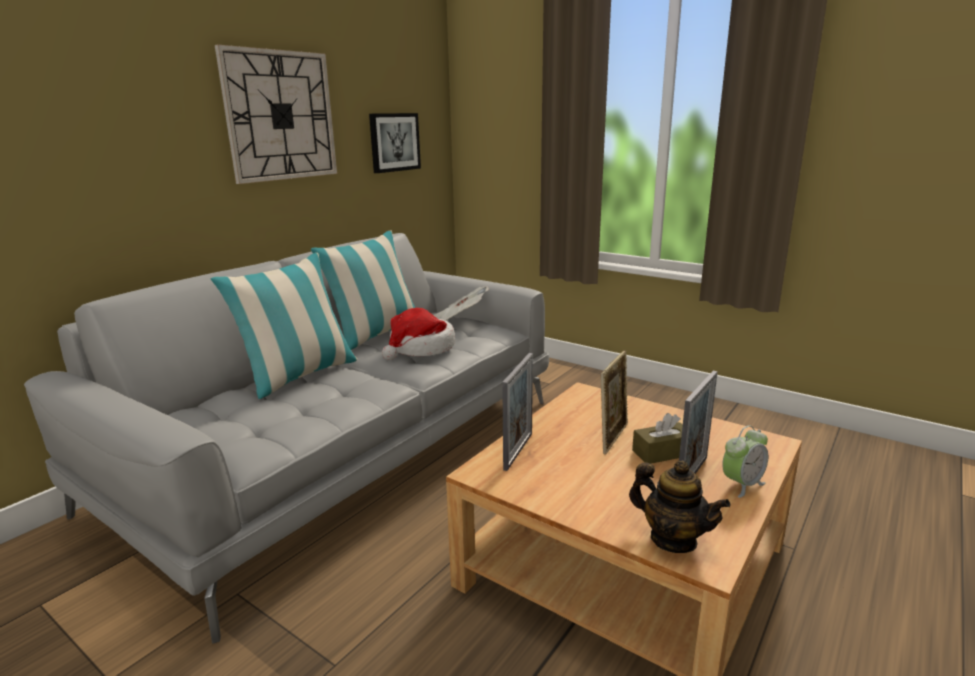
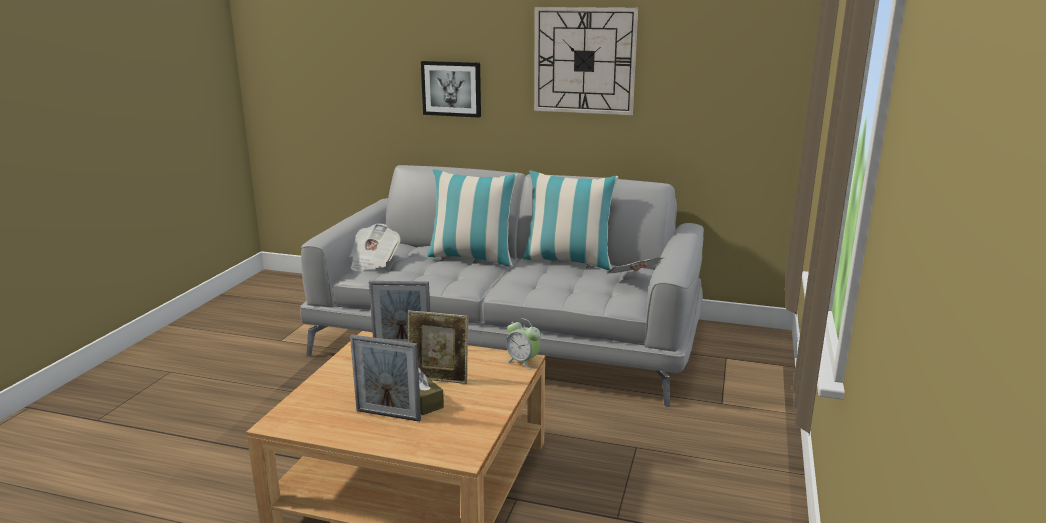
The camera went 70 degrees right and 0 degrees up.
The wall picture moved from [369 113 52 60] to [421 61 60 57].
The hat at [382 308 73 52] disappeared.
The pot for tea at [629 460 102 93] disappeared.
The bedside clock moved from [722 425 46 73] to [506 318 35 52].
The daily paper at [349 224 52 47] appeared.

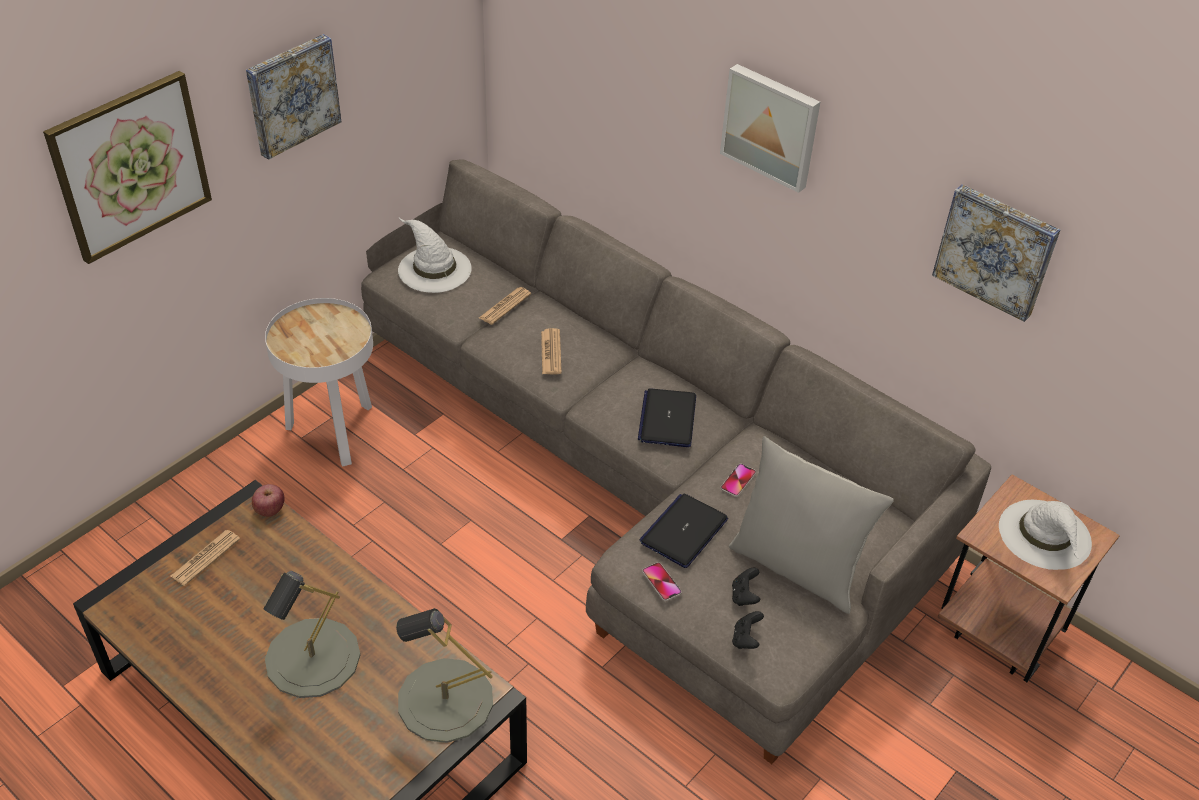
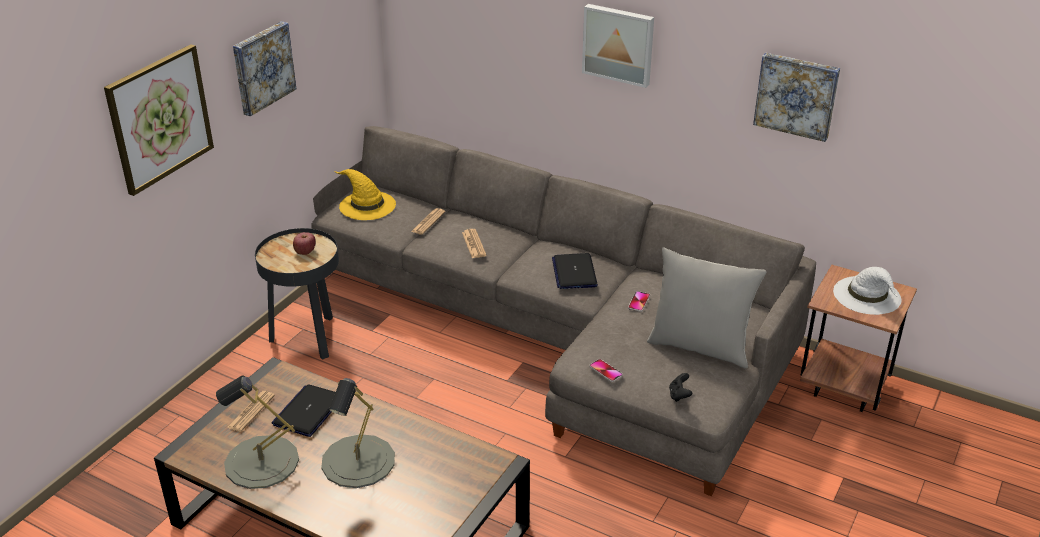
The camera went 10 degrees left and 10 degrees down.
The whole apple moved from [252 484 33 33] to [293 232 23 23].
The whitish end table at [265 298 108 169] became the blackish end table at [255 228 84 132].
The gray lamp for a table moved from [396 608 97 135] to [216 375 83 114].
The whitish hat at [398 218 74 75] became the yellowish hat at [334 169 62 51].
The portable computer moved from [639 494 89 74] to [271 384 65 53].
The blackish gamepad at [732 568 28 38] disappeared.

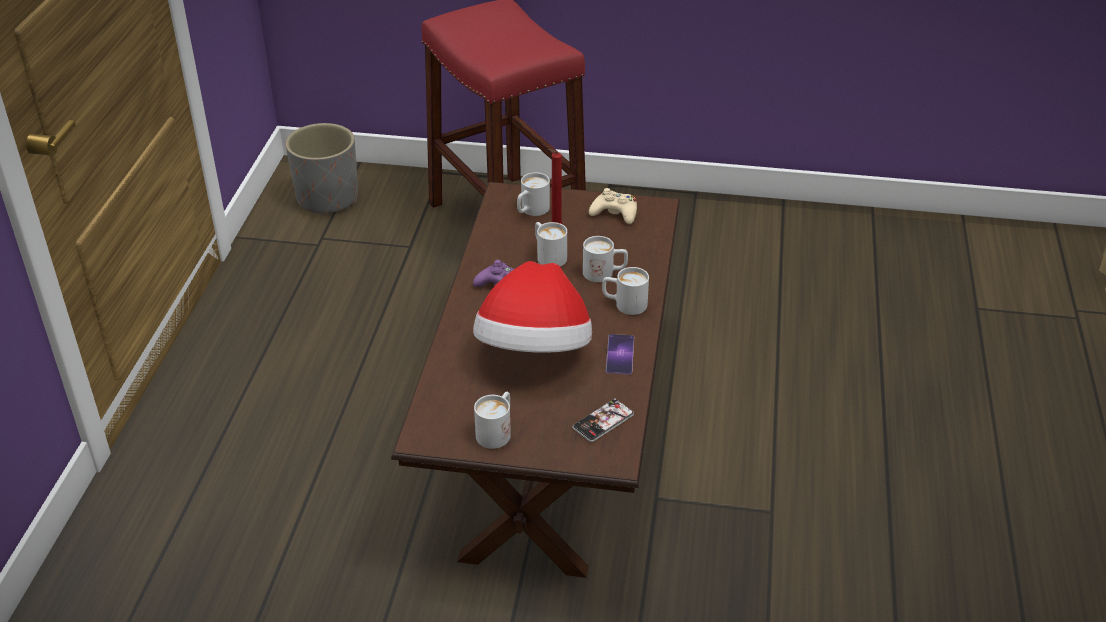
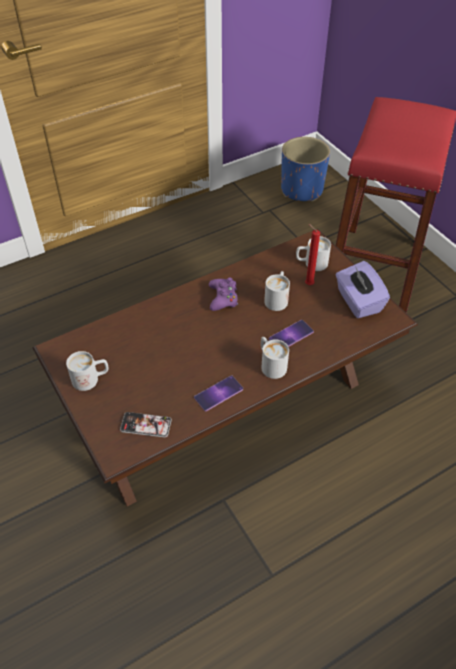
The camera went 50 degrees right and 10 degrees up.
The gray plant pot at [285 123 73 93] became the blue plant pot at [281 137 49 65].
The hat at [473 261 119 92] disappeared.
The whitish coffee mug at [583 236 45 46] was replaced by the handset at [269 320 45 27].
The beige gamepad at [589 188 48 36] was replaced by the purple-coloured box of tissues at [336 261 54 57].

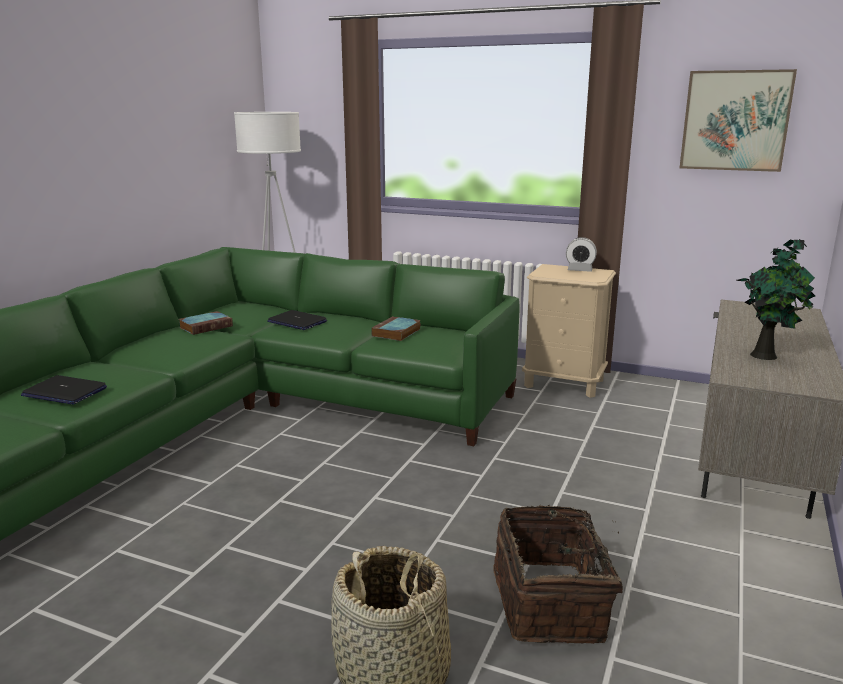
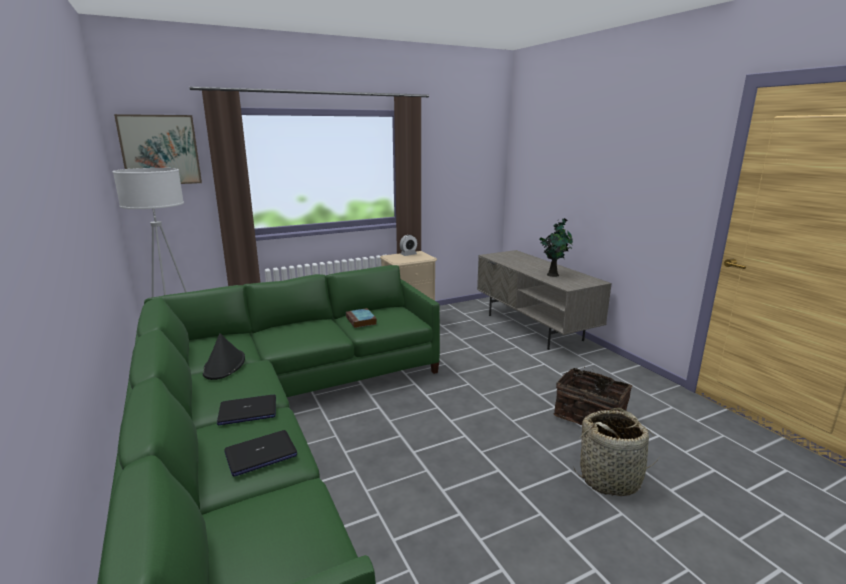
The camera went 50 degrees left and 0 degrees up.
The bound book at [179 311 54 24] was replaced by the blackish hat at [202 333 43 47].
The portable computer moved from [267 310 60 20] to [217 395 59 30].
The wall picture moved from [680 69 117 103] to [114 114 88 70].

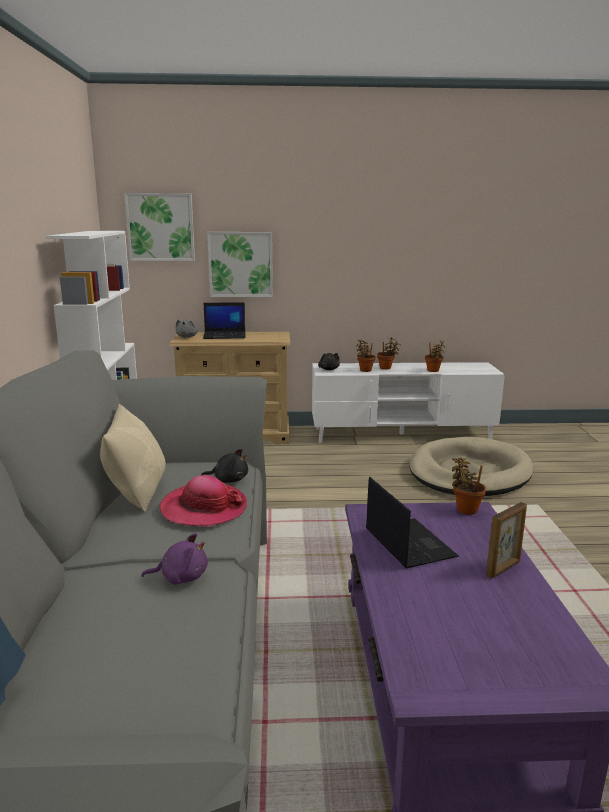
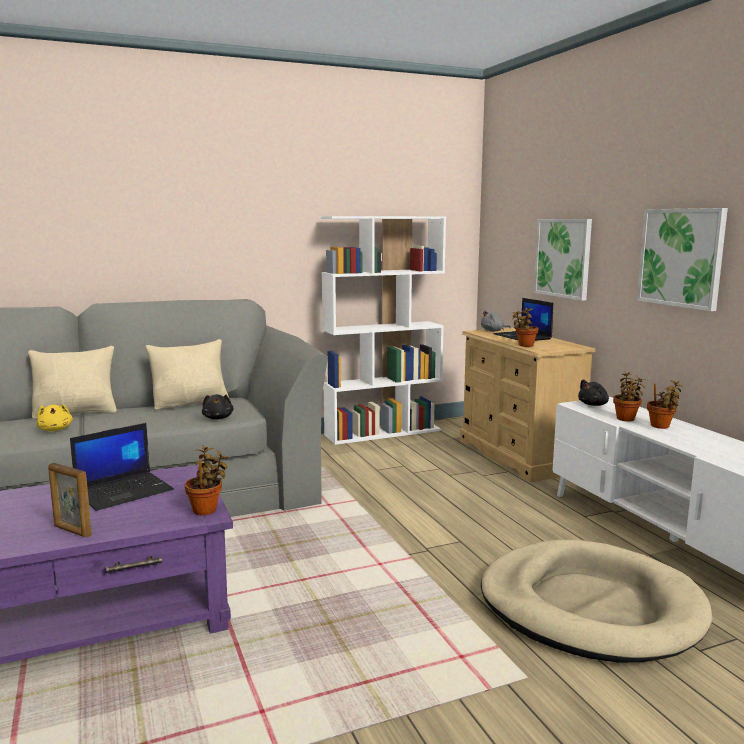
The camera went 70 degrees right and 5 degrees down.
The wall picture moved from [124 193 71 68] to [637 208 91 103].
The purple-coloured cuddly toy at [142 533 66 52] became the yellowish cuddly toy at [36 404 37 27].
The hat at [160 475 87 52] disappeared.
The potted plant moved from [425 341 20 31] to [512 308 26 39].
The beige pillow at [28 346 89 73] appeared.

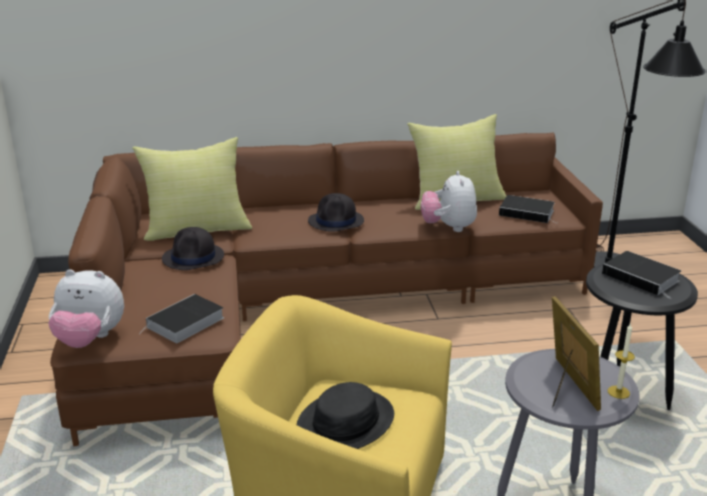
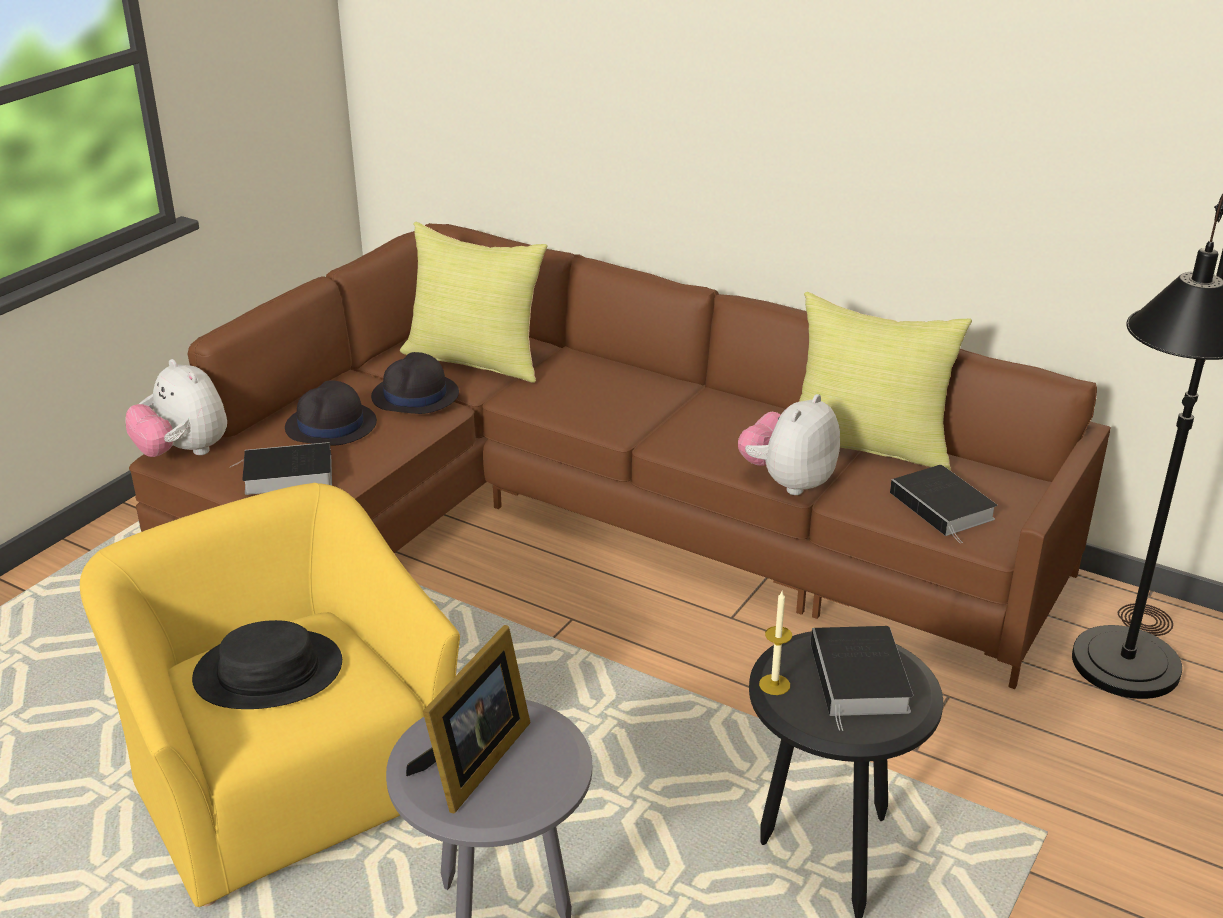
The camera went 40 degrees right and 5 degrees up.
The blackish hat moved from [308 193 56 39] to [285 380 92 65].
The candle moved from [608 323 27 76] to [759 591 33 104].

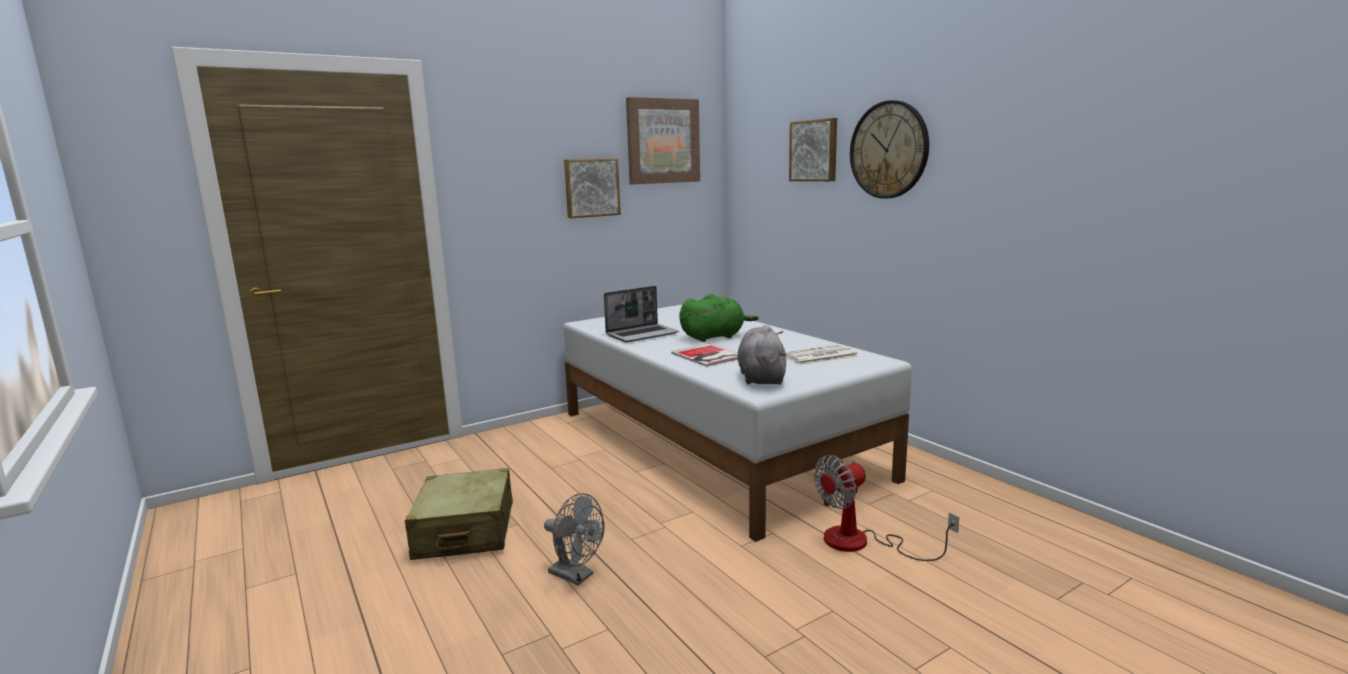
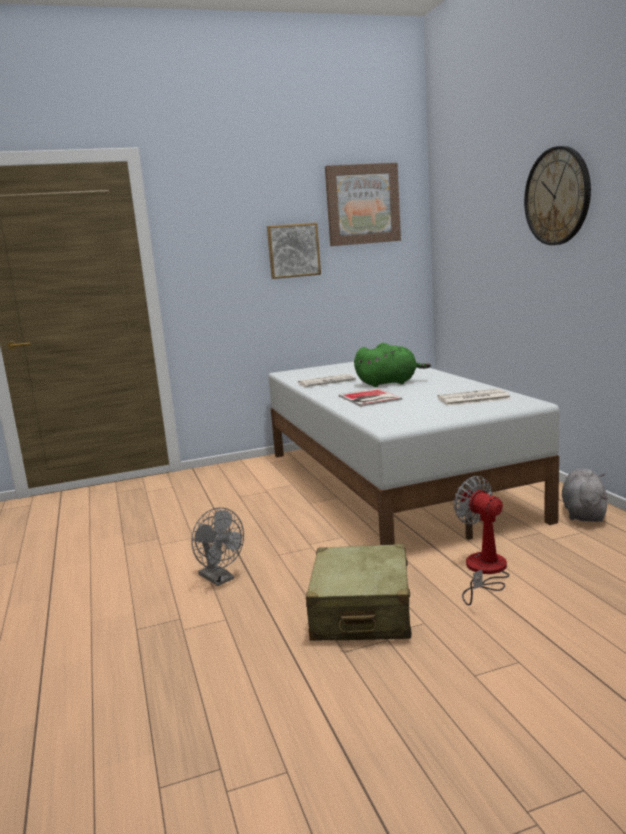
The camera went 15 degrees right and 0 degrees up.
The beige piece of luggage moved from [405 468 108 92] to [306 544 105 97].
The portable computer at [604 286 75 56] was replaced by the daily paper at [298 374 58 13].
The gray cuddly toy moved from [737 325 49 60] to [562 469 46 53].
The wall picture at [789 118 48 63] disappeared.
The fan at [814 455 145 106] turned 75 degrees clockwise.

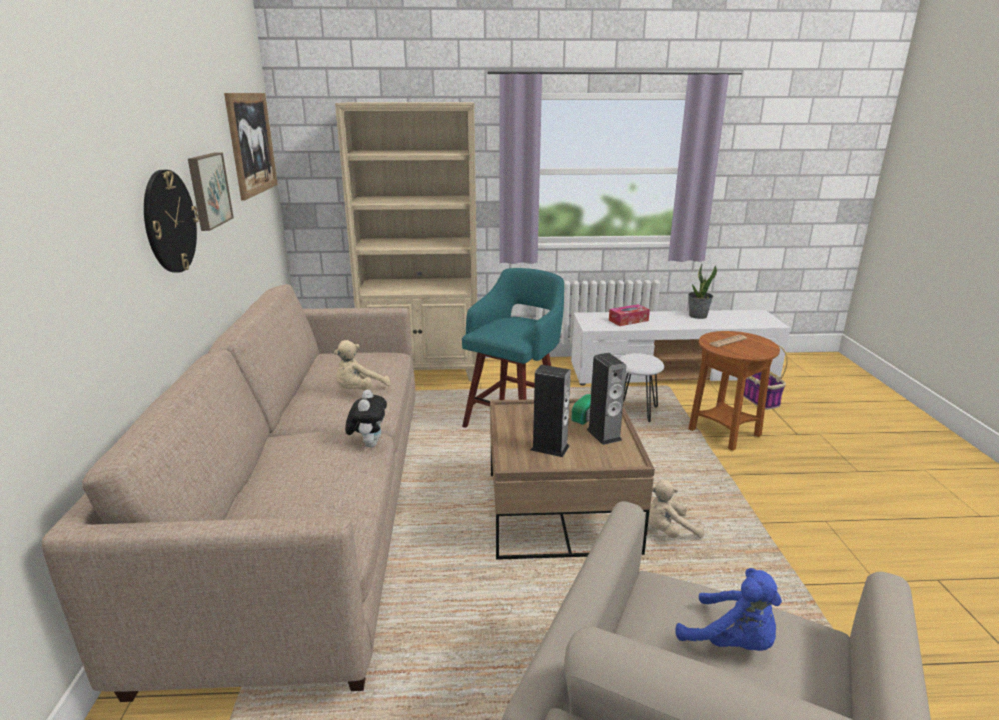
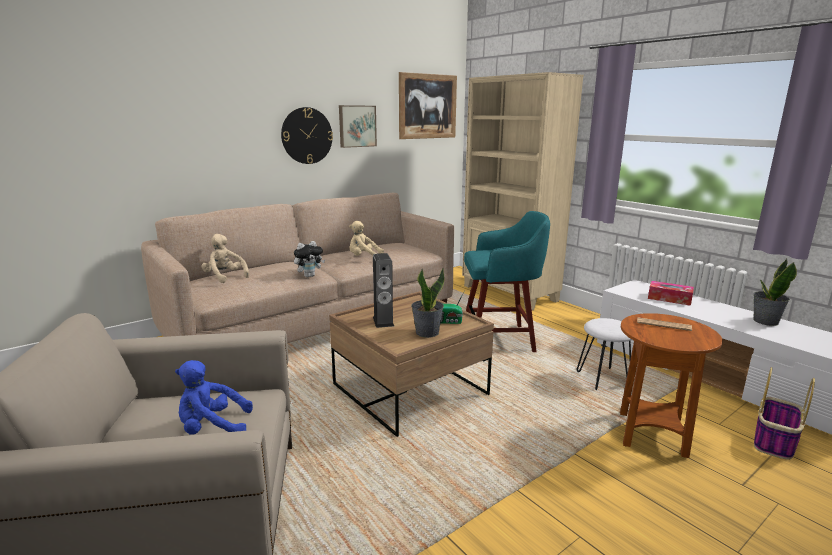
The camera went 55 degrees right and 5 degrees down.
The loudspeaker at [587 353 39 92] was replaced by the potted plant at [411 268 33 70].
The beige cuddly toy moved from [648 479 56 59] to [201 234 48 49].
The blue cuddly toy at [675 568 107 83] turned 75 degrees clockwise.

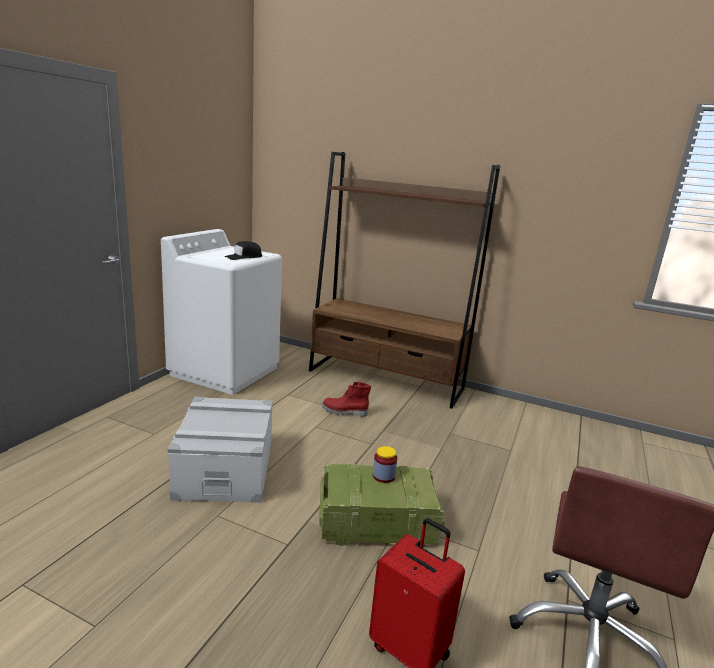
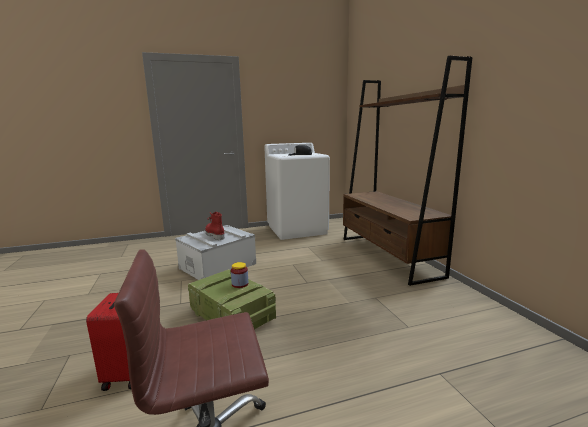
The camera went 50 degrees right and 5 degrees down.
The red high-top boot moved from [322 382 49 35] to [205 212 20 28].

